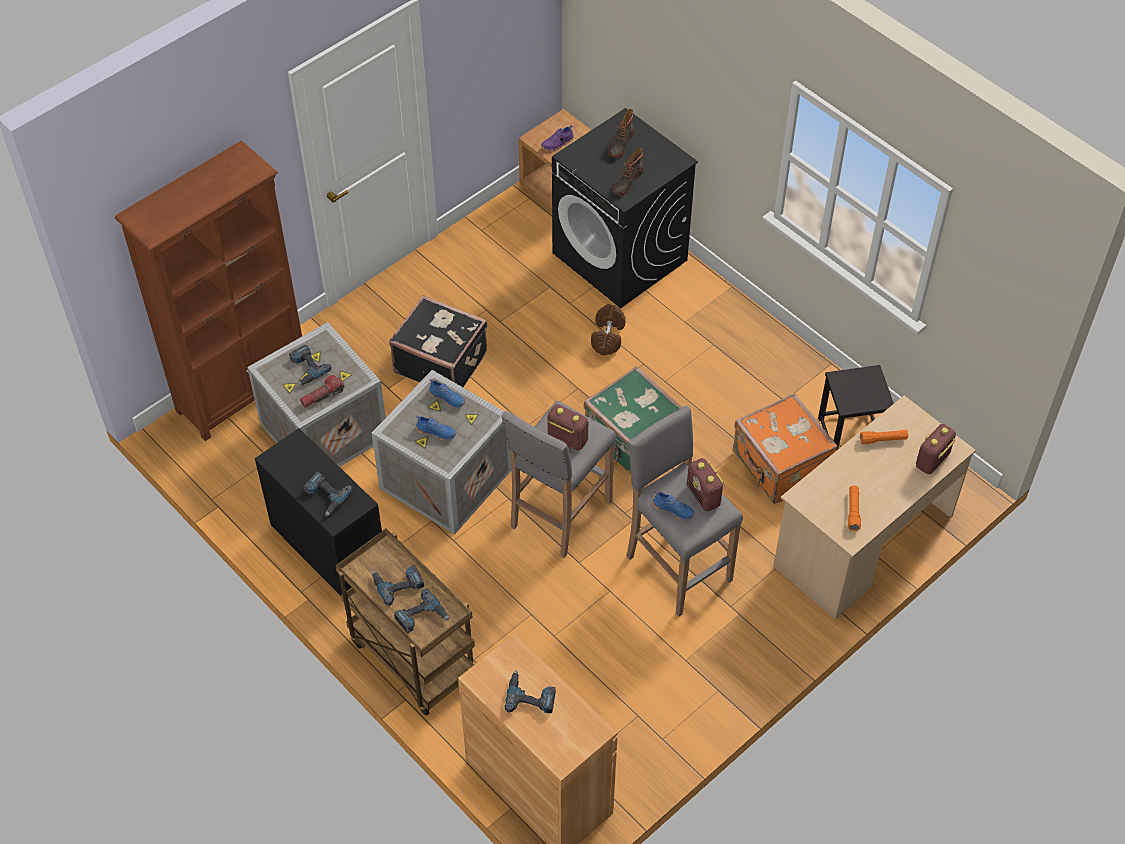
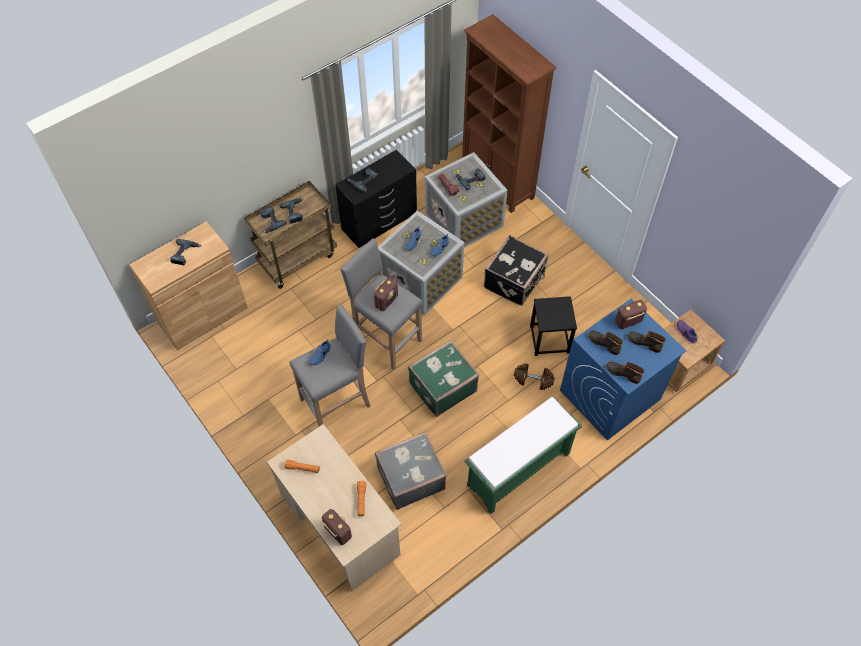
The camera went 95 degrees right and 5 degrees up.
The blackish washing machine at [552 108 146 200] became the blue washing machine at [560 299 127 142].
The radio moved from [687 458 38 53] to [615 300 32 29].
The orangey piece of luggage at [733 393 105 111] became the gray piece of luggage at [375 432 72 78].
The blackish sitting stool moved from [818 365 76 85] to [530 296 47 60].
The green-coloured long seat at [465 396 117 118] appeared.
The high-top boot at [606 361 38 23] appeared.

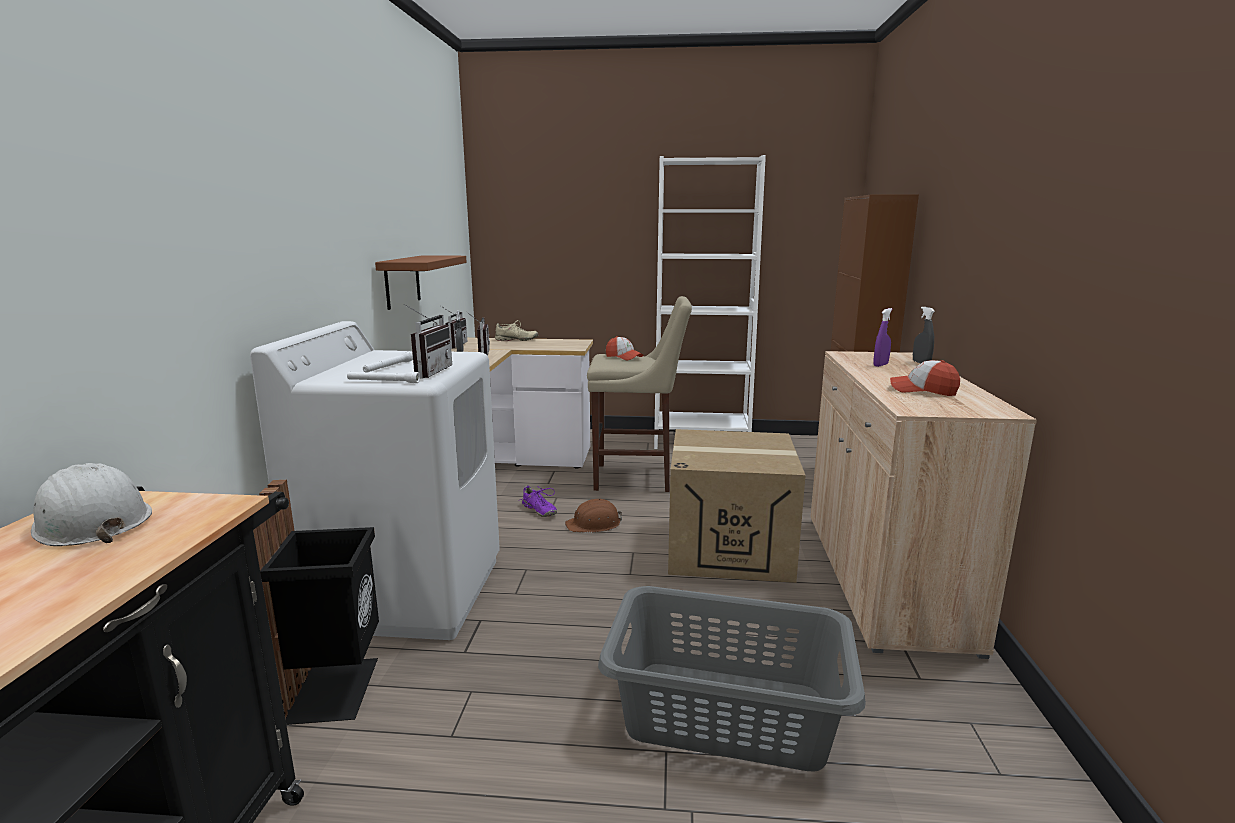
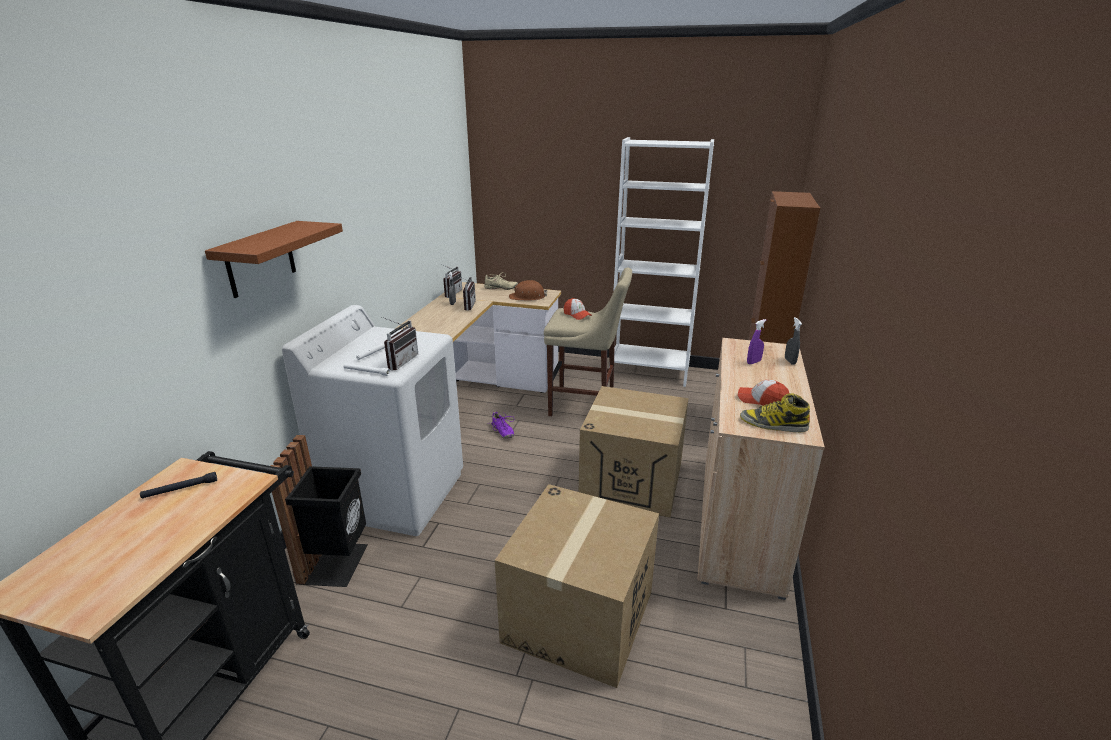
The camera went 10 degrees right and 10 degrees up.
The whitish safety helmet at [31 463 121 83] was replaced by the blackish flashlight at [140 472 77 27].
The brown-coloured bracket shelf moved from [375 255 92 55] to [205 221 138 77].
The brown-coloured safety helmet moved from [565 499 57 33] to [509 280 38 21].
The gray hamper at [598 586 268 185] was replaced by the cardboard box at [495 484 164 204].
The high-top boot at [740 393 70 39] appeared.

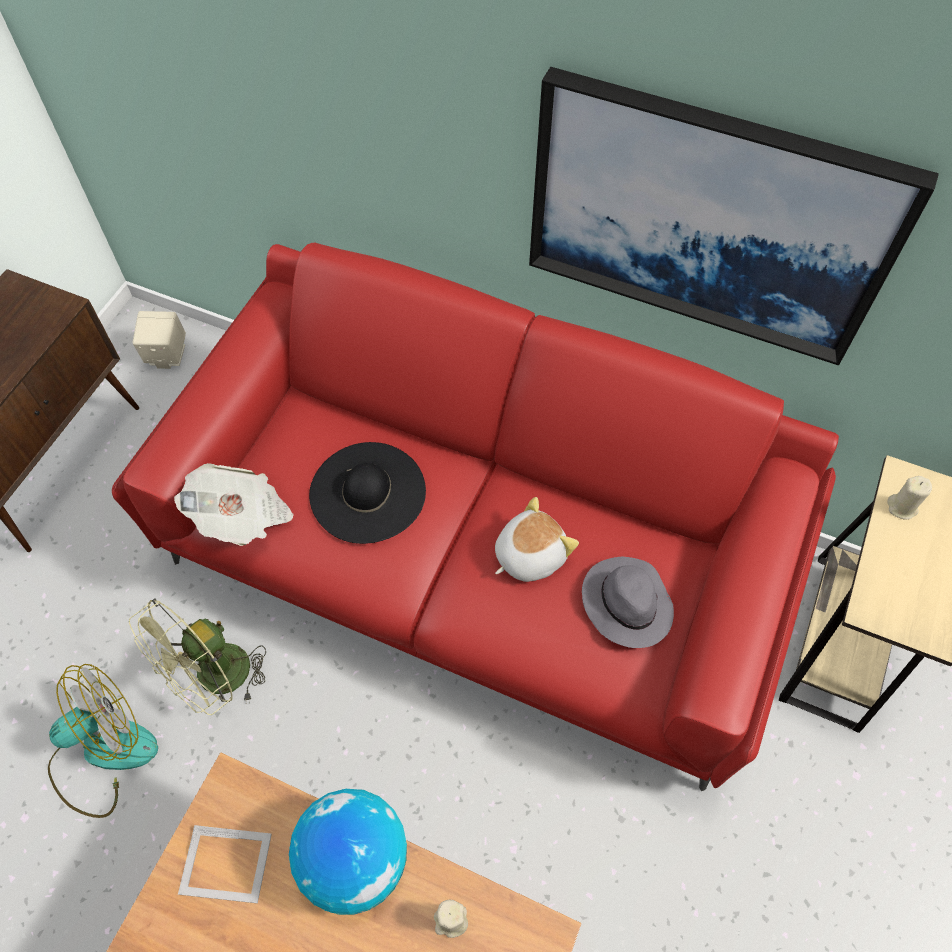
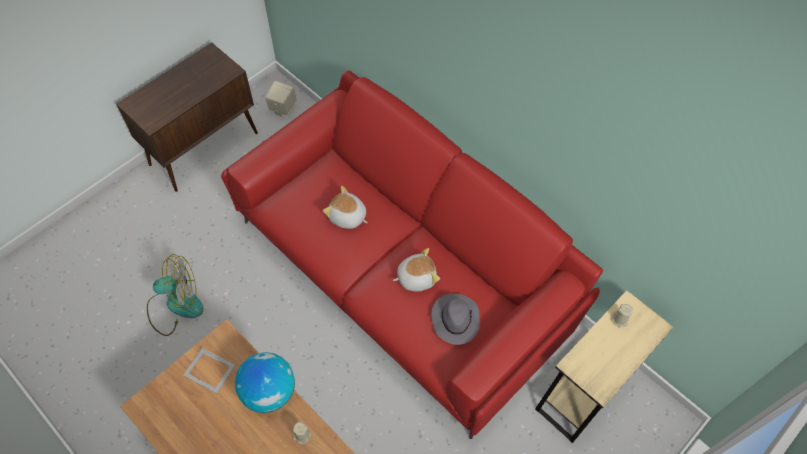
The camera went 20 degrees right and 0 degrees up.
The green-coloured fan at [129 598 137 117] disappeared.
The daily paper at [174 463 120 83] disappeared.
The blackish hat at [309 442 117 102] was replaced by the cuddly toy at [323 186 45 43].
The wall picture at [529 67 410 298] disappeared.

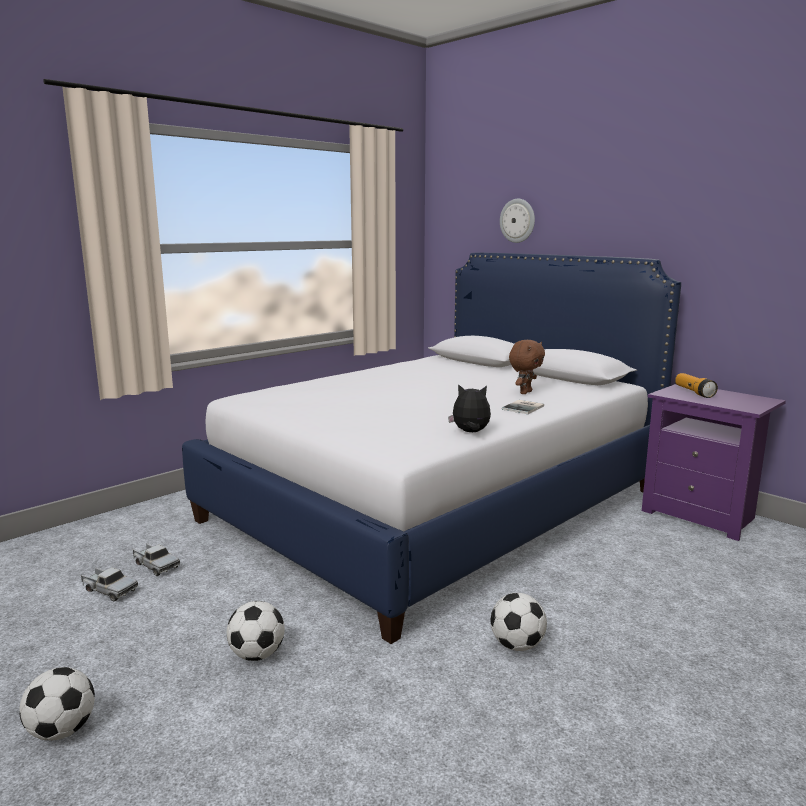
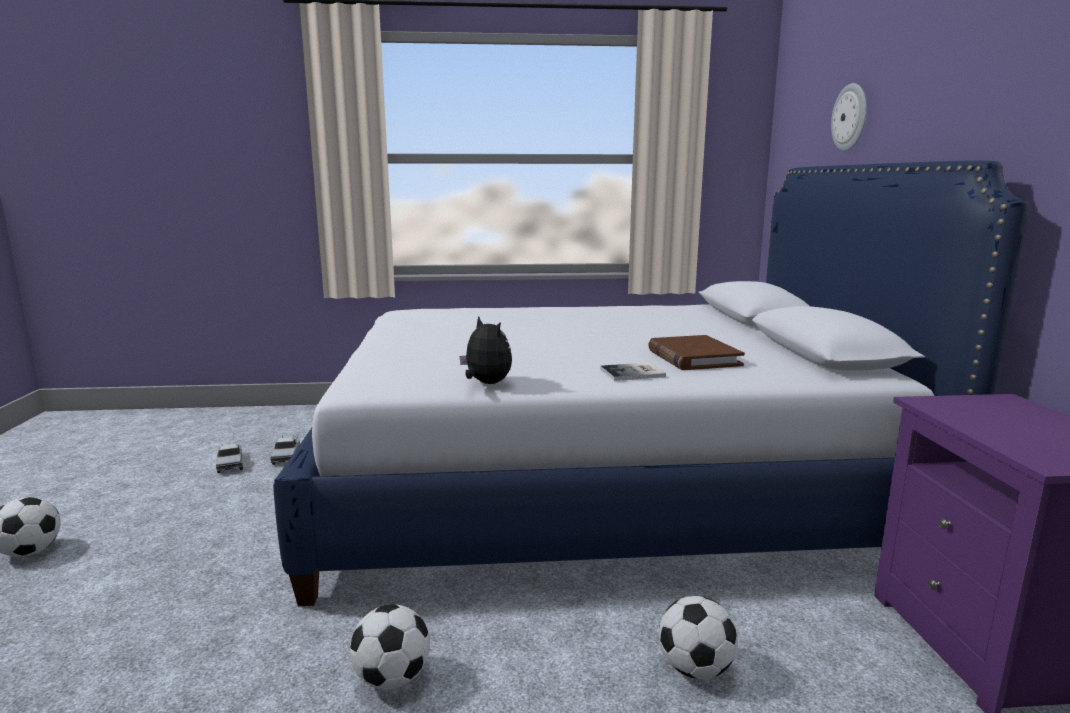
The camera went 40 degrees right and 0 degrees up.
The football moved from [227 601 58 60] to [659 596 79 83].
The brown-coloured cuddly toy at [509 340 36 54] was replaced by the brown-coloured bound book at [648 335 97 35].
The flashlight at [675 373 43 25] disappeared.

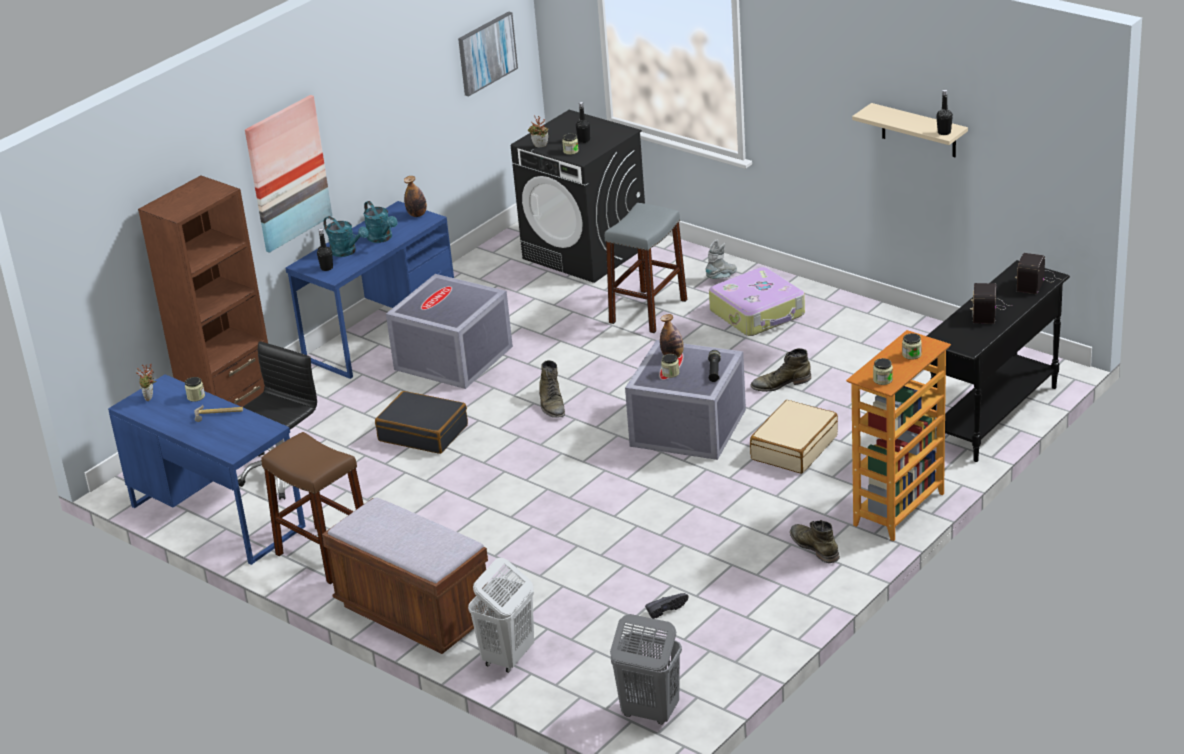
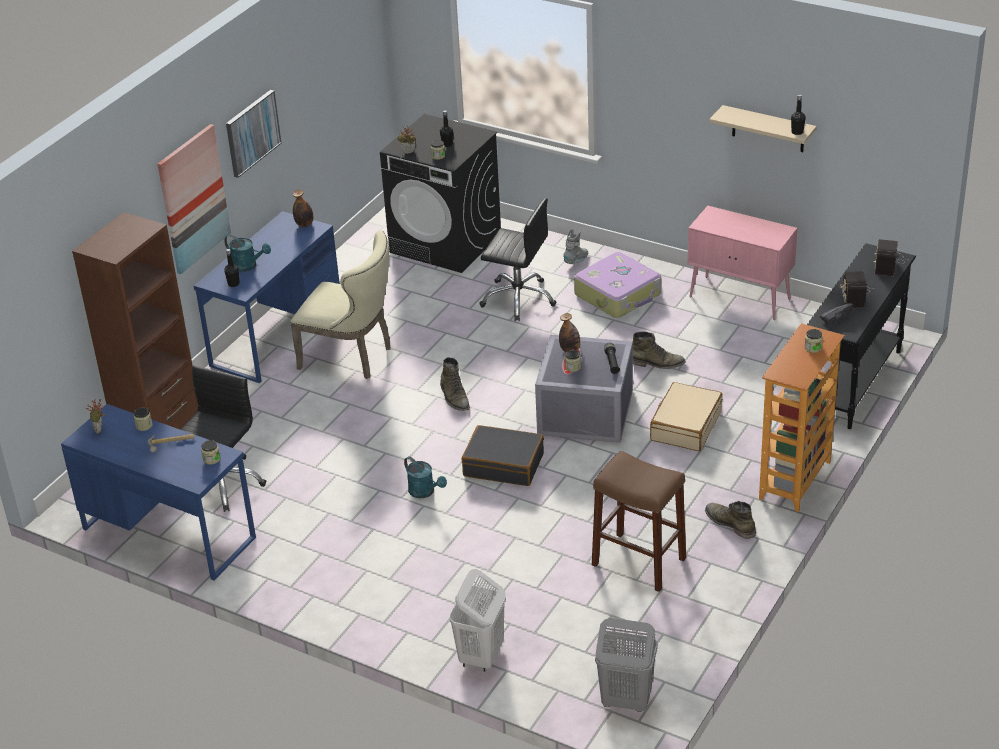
The camera went 10 degrees left and 5 degrees up.
The brown-coloured sitting stool moved from [261 432 103 152] to [592 451 94 141].
The brown-coloured long seat at [322 497 172 157] disappeared.
The blue-green watering can moved from [364 201 34 42] to [404 456 43 42].
The blackish piece of luggage moved from [375 391 93 63] to [462 425 82 61].
The gray storage container at [386 274 127 115] was replaced by the beige upright chair at [290 230 101 149].
The wall picture moved from [458 11 60 85] to [226 90 55 88].
The gray sitting stool at [605 203 82 130] was replaced by the blackish office chair at [479 198 77 123].
The blackish low shoe moved from [645 593 44 26] to [820 303 33 23].
The green-coloured high-top boot at [750 348 61 44] turned 150 degrees counterclockwise.
The preserve jar moved from [873 358 20 27] to [201 440 19 25].
The pink cabinet at [688 206 109 114] appeared.

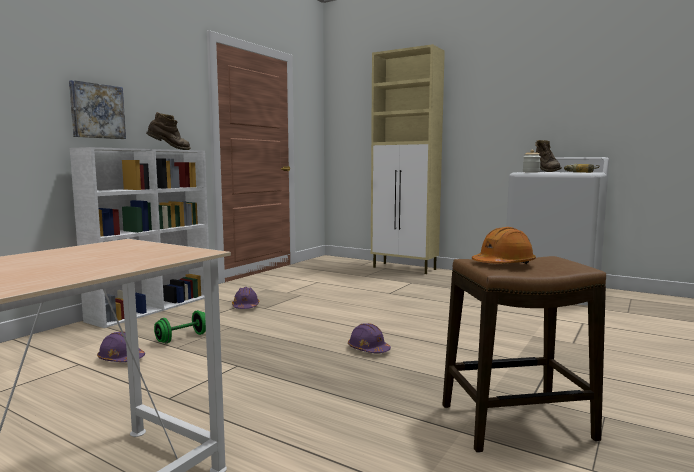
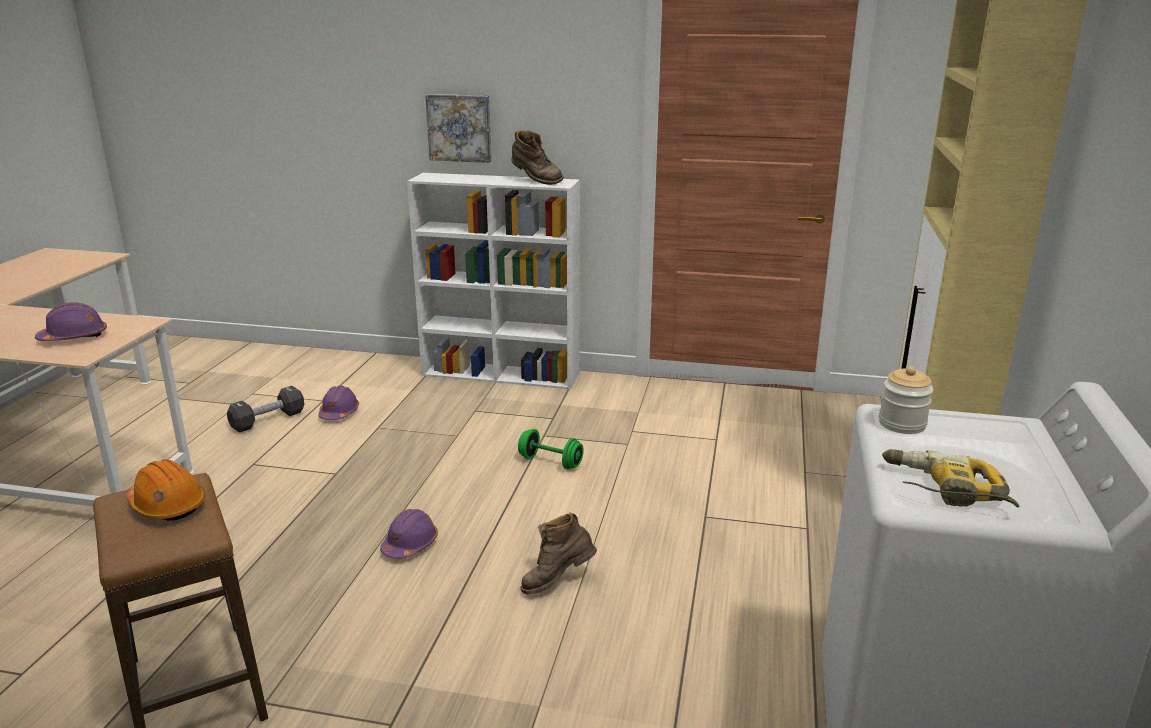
The camera went 70 degrees right and 15 degrees up.
The green-coloured hand weight moved from [154 310 52 33] to [518 429 66 41].
The purple-coloured safety helmet moved from [232 287 27 22] to [35 302 72 39].
The brown-coloured high-top boot moved from [535 140 27 32] to [520 512 77 83].
The blackish hand weight at [227 386 77 46] appeared.

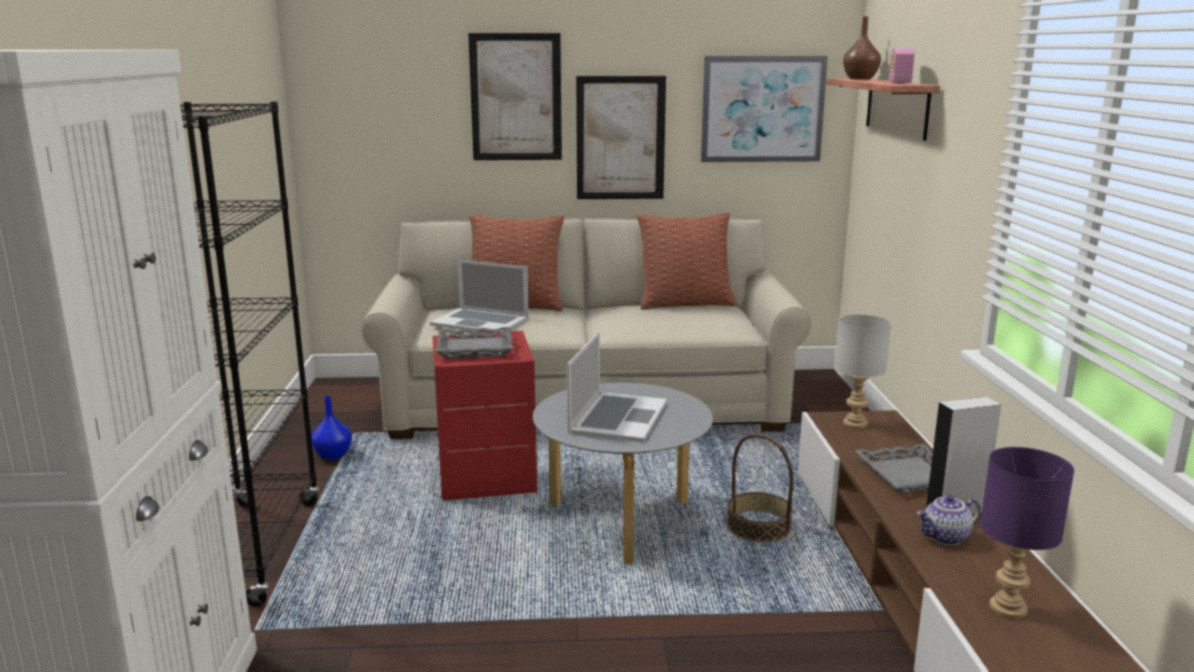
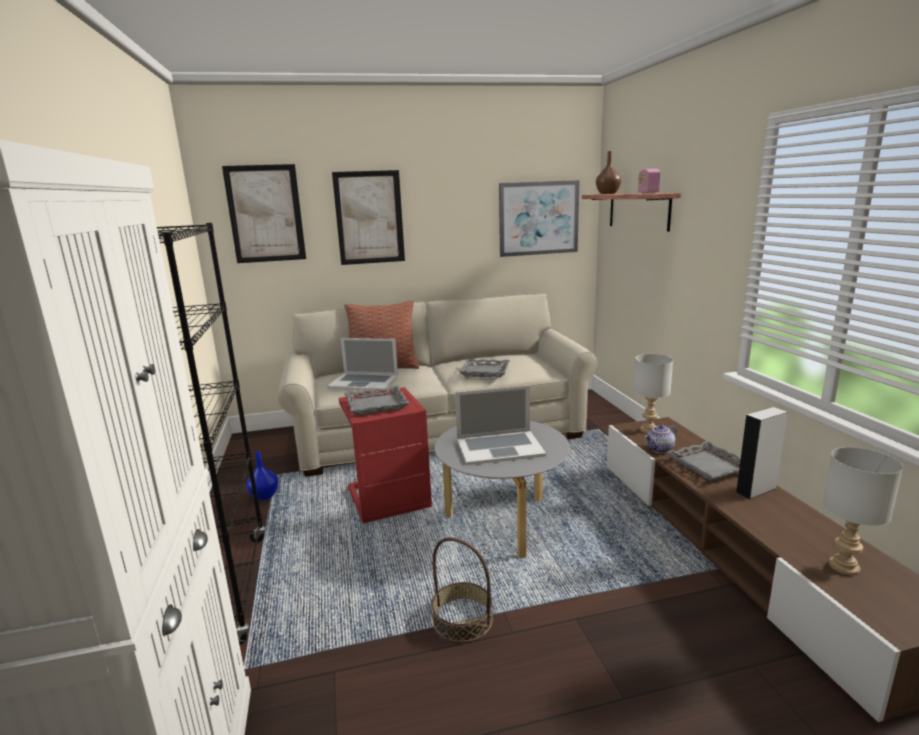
The camera went 10 degrees left and 0 degrees up.
The portable computer at [567 332 100 110] turned 75 degrees clockwise.
The wall picture moved from [576 76 90 123] to [222 164 84 99].
The pillow at [637 213 99 97] disappeared.
The storage basket moved from [727 434 66 108] to [432 537 61 106].
The pot for tea moved from [917 495 63 50] to [645 424 32 29].
The purple-coloured lamp for a table at [980 447 94 172] became the gray lamp for a table at [822 447 81 128].
The gray tray at [459 359 51 18] appeared.

